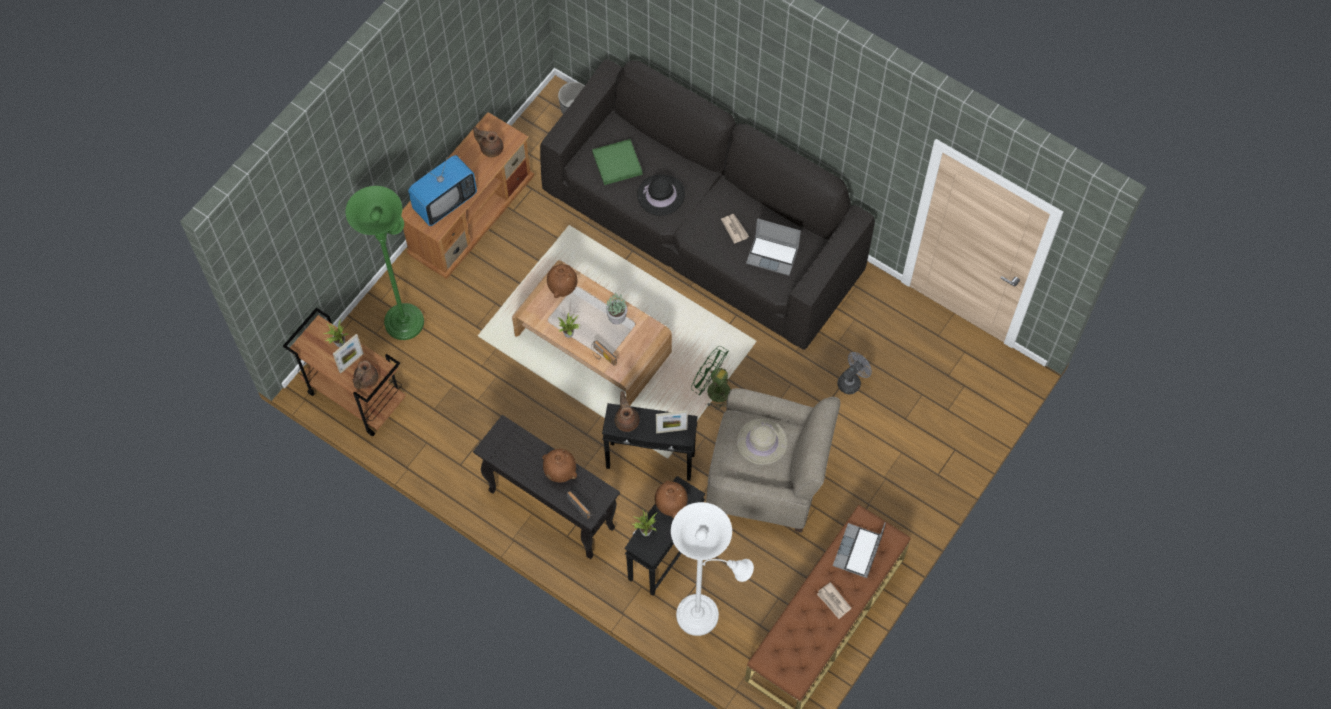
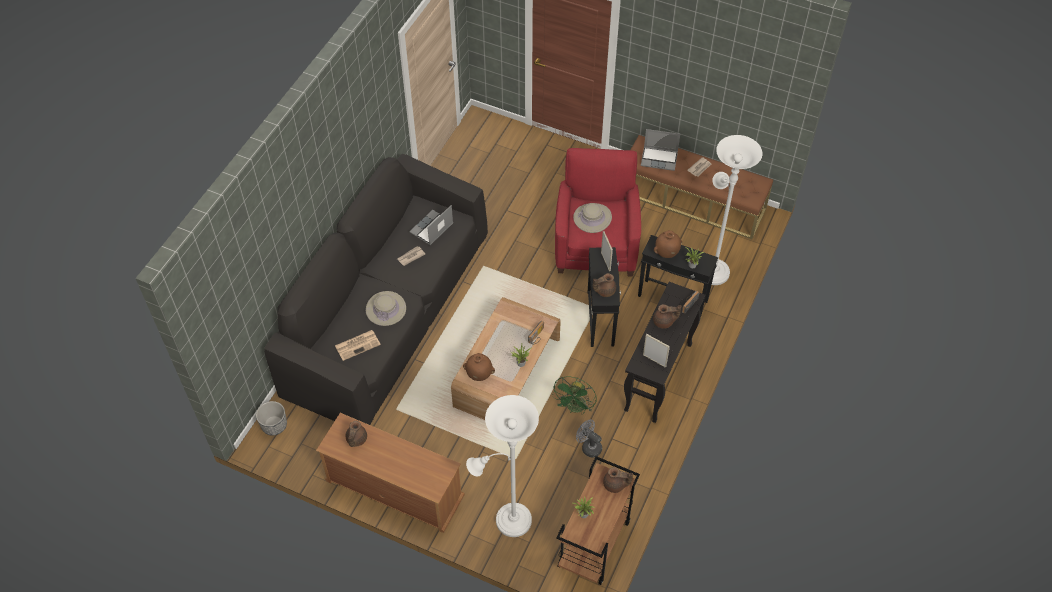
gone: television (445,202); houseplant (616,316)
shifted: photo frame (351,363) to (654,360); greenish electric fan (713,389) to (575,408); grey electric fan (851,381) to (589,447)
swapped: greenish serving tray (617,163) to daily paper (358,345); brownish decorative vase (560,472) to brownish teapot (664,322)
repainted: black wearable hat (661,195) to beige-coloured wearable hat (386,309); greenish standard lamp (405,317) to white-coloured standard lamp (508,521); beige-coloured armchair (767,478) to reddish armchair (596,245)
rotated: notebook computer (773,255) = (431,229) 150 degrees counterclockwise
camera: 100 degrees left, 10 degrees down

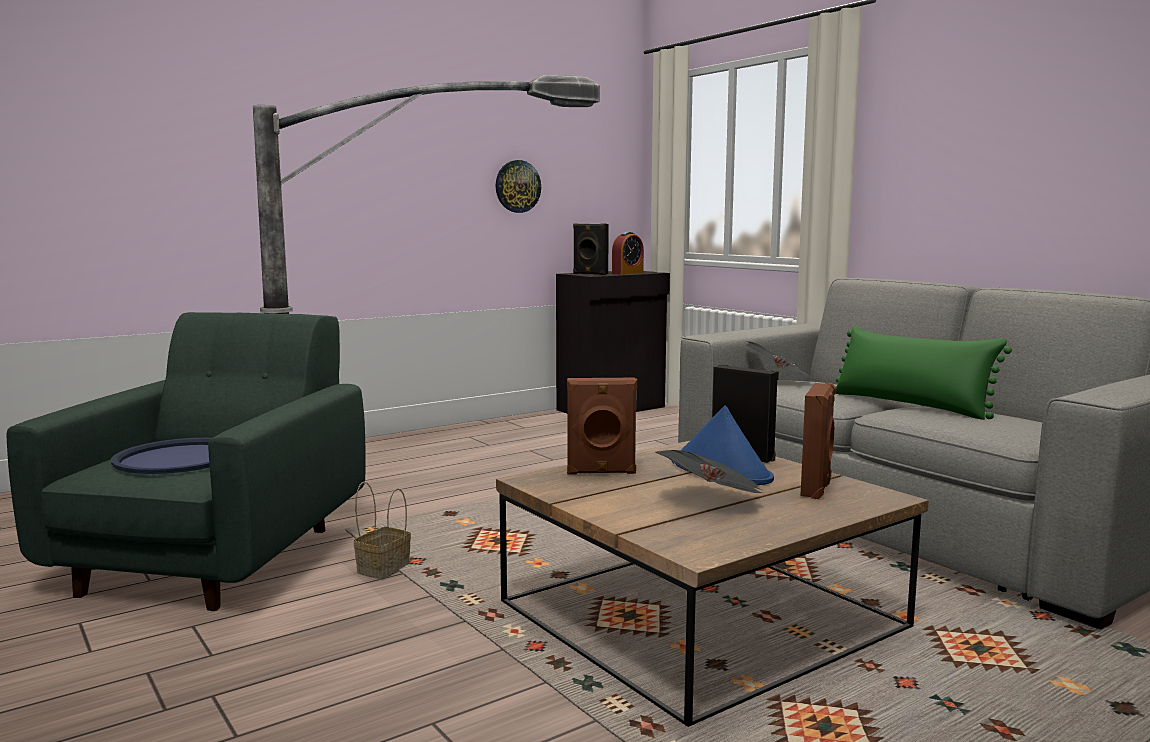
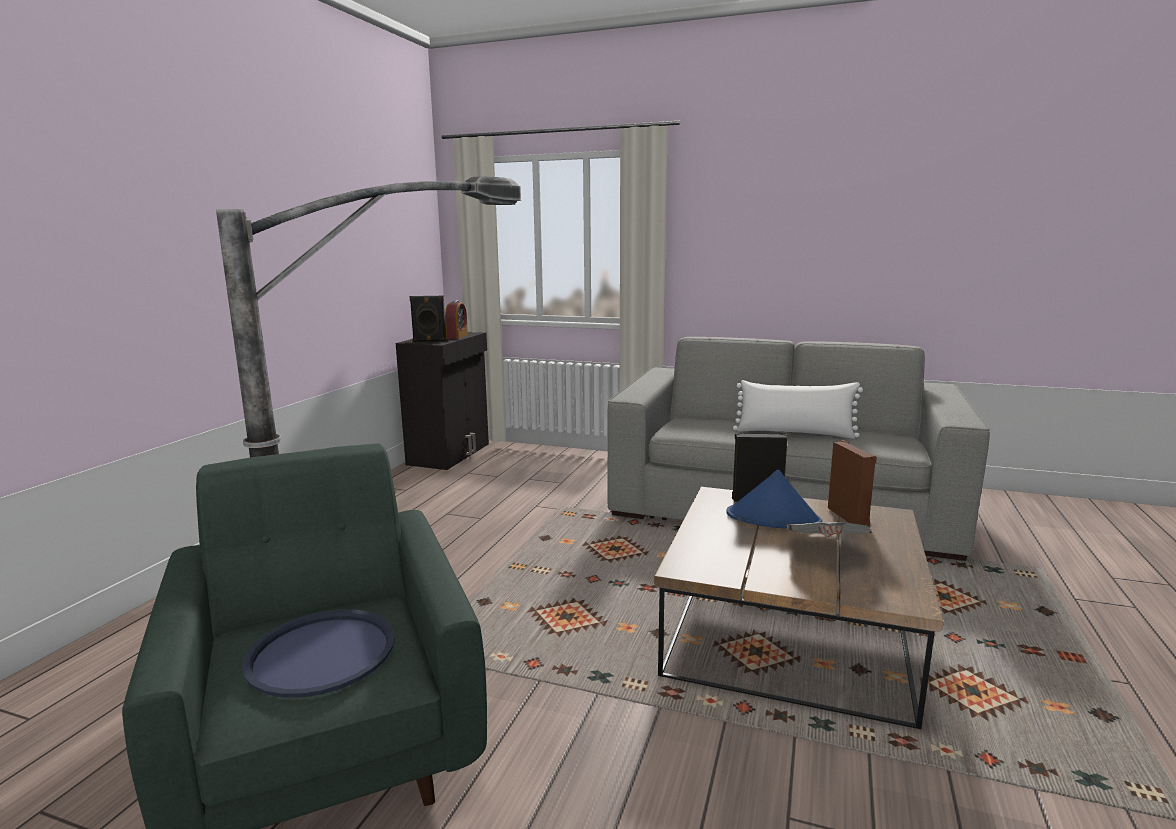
gone: hanging clock (517,186); daily paper (782,382); brownish loudspeaker (601,472); basket (384,568)
repainted: greenish cushion (910,405) to white-coloured cushion (795,433)
camera: 35 degrees left, 5 degrees up

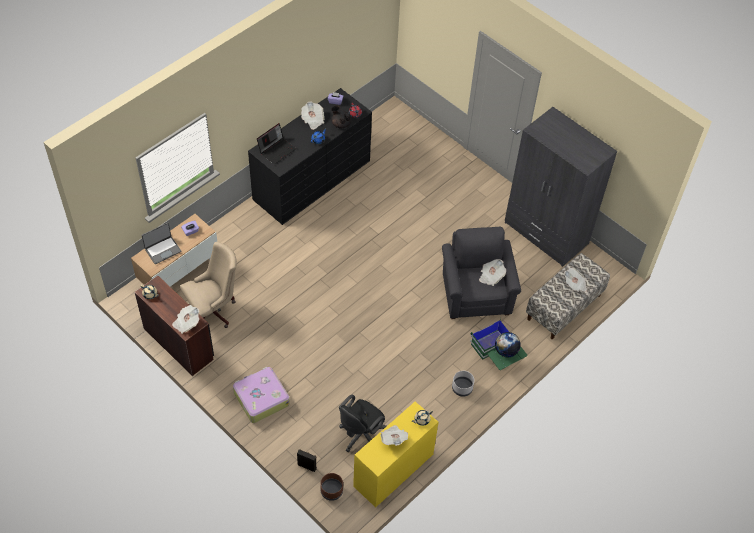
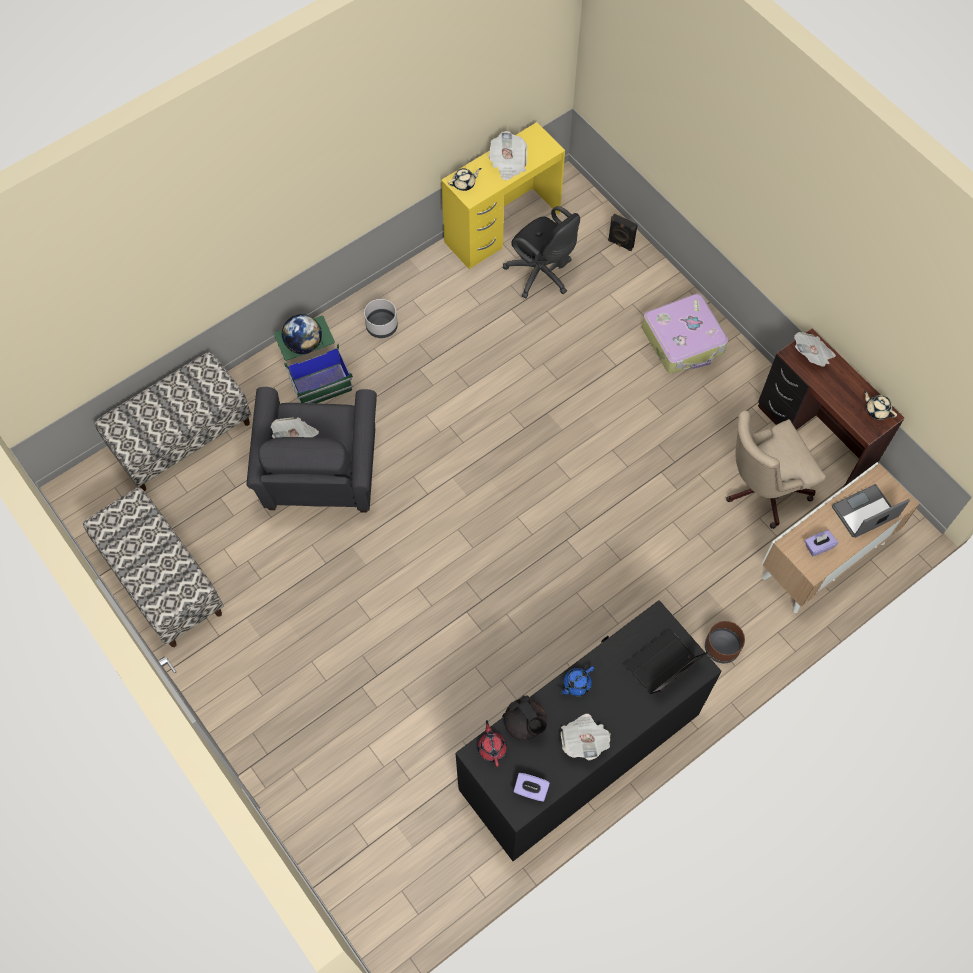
gone: daily paper (574,284)
shifted: brownish flower pot (331,491) to (722,647)
swapped: grey armoire (546,233) to indoor bench (162,581)
rotated: black office chair (360,436) = (542,275) 90 degrees clockwise
camera: 170 degrees left, 10 degrees up

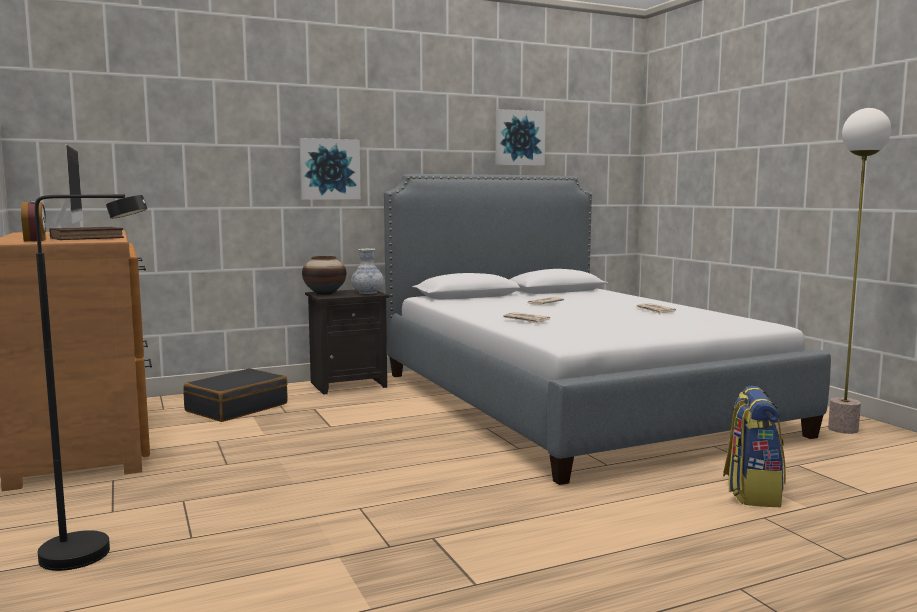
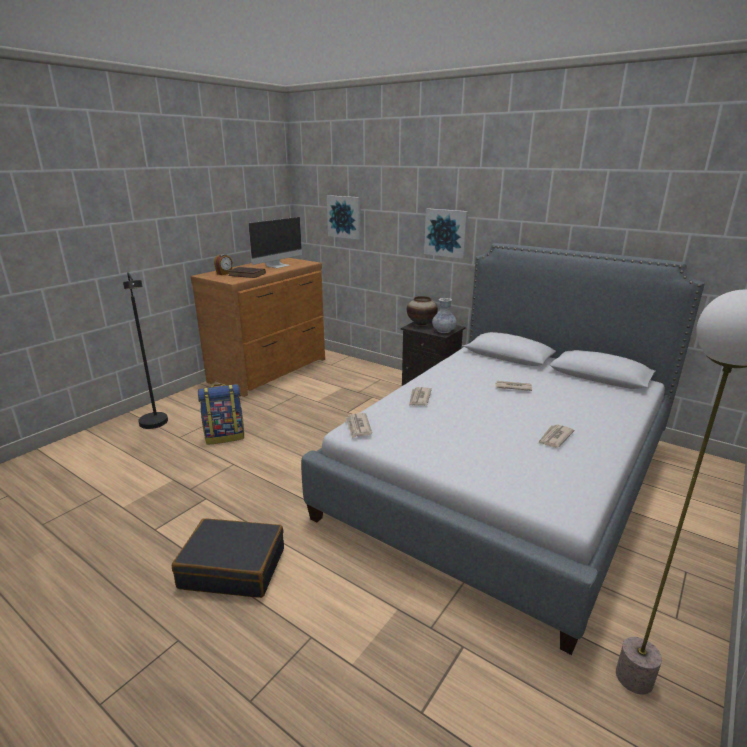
new: daily paper (358,427)
shifted: picture (519,138) to (344,217); black suitcase (236,407) to (233,567); rucksack (751,493) to (225,436)
camera: 60 degrees right, 15 degrees up

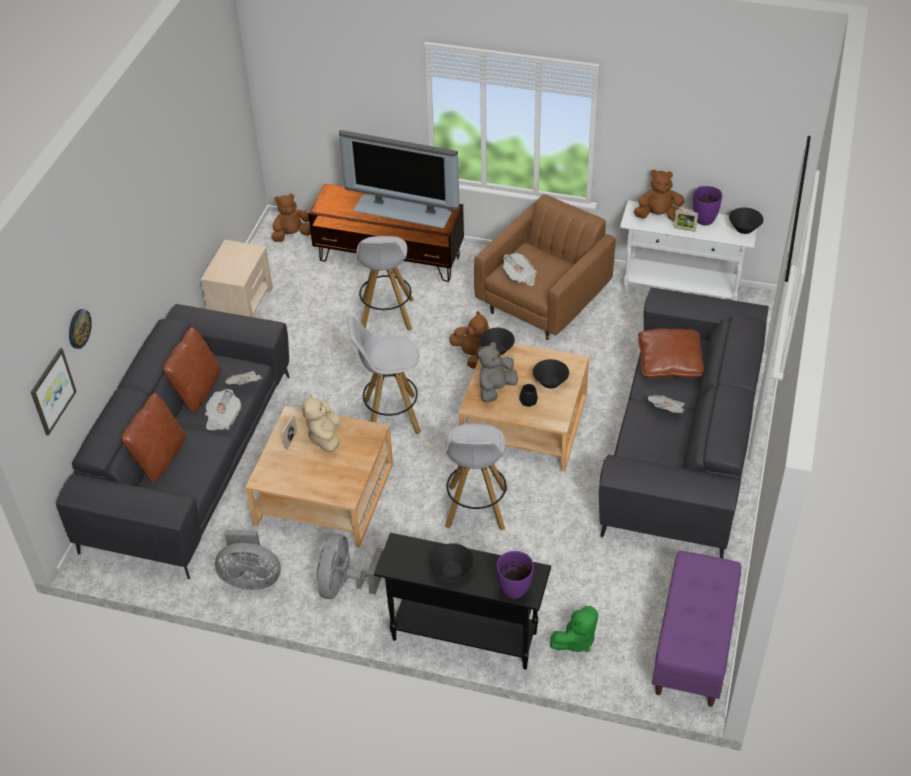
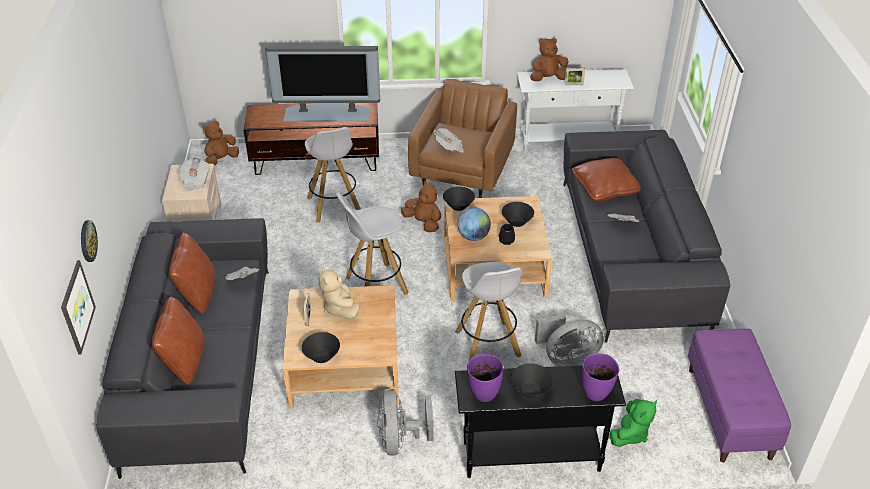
shifted: purple decorative vase (704,220) to (484,394); black serving bowl (744,229) to (322,356); daily paper (222,418) to (195,181); grey electric fan (251,578) to (567,358)
swapped: grey soft toy (496,389) to desk globe (473,236)
camera: 20 degrees left, 5 degrees down

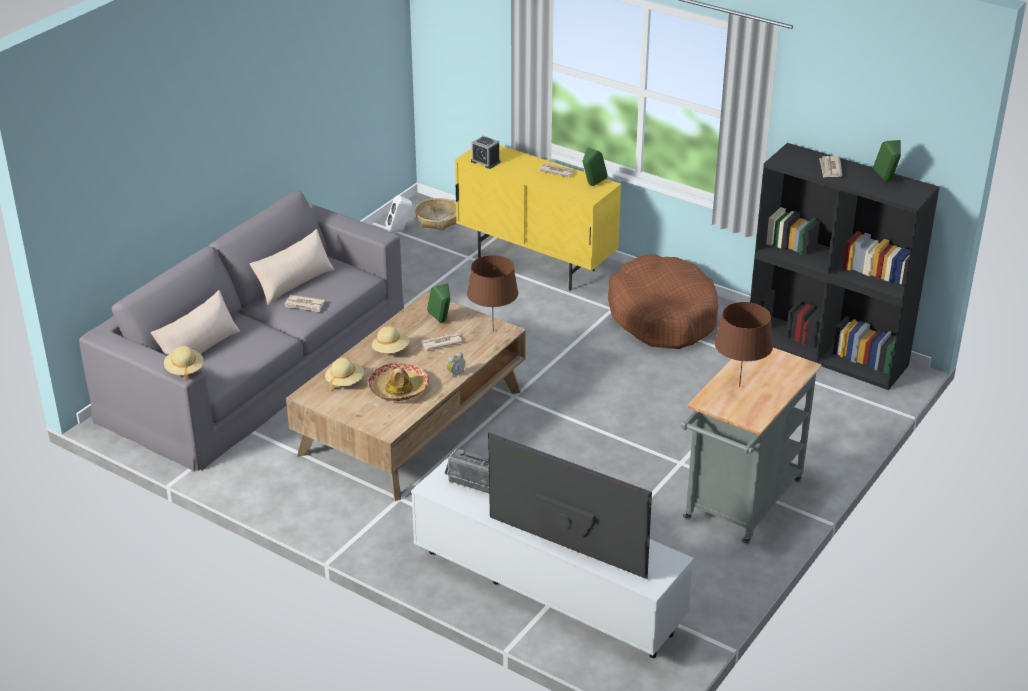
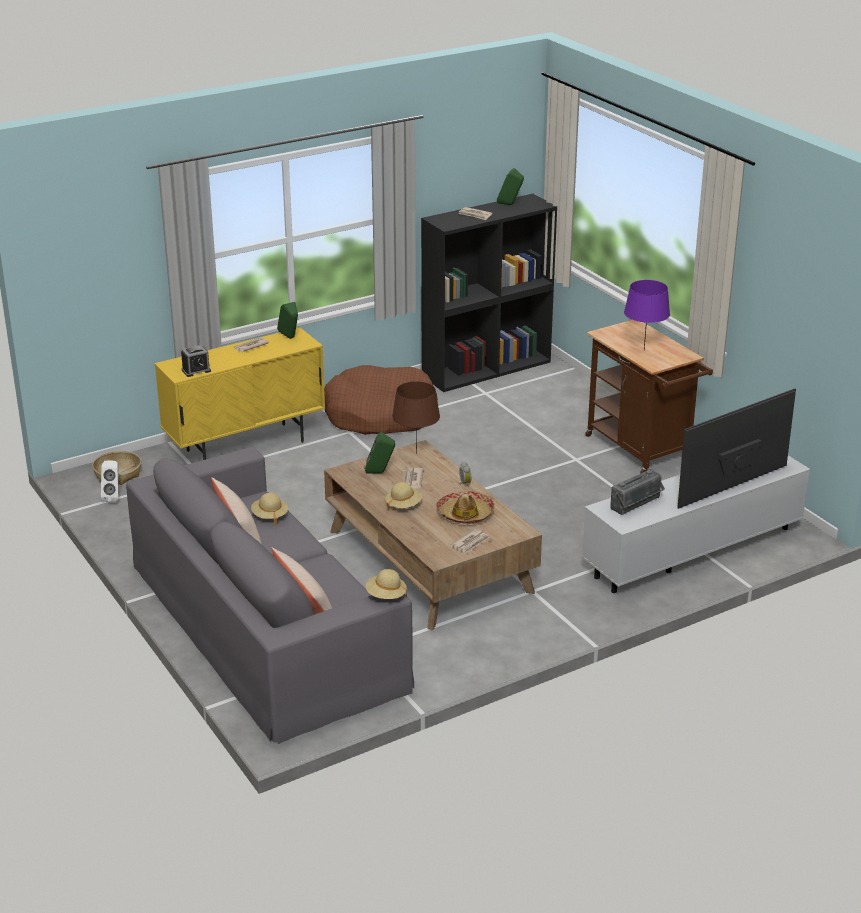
shifted: daily paper (304,305) to (471,543); beige-coloured wearable hat (345,381) to (270,516)
repainted: brownish table lamp (739,386) to purple table lamp (643,350); grey wheeled cart (739,505) to brownish wheeled cart (641,451)
camera: 65 degrees left, 5 degrees down

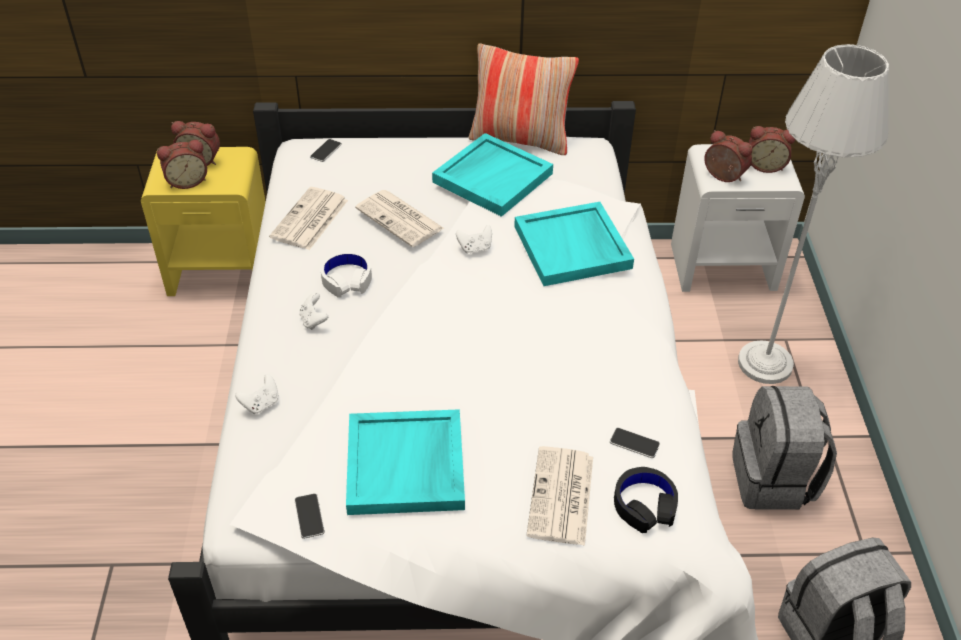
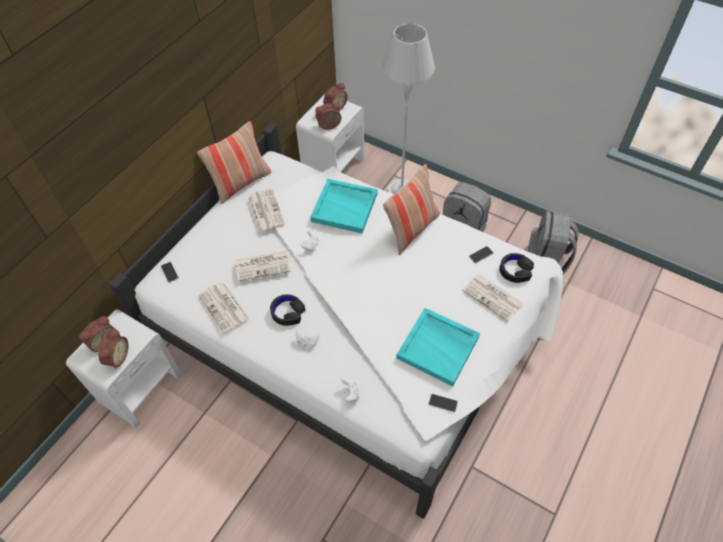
new: cushion (411,230)
swapped: blue-green serving tray (492,177) to daily paper (265,210)
repainted: yellow nightstand (222,270) to white-coloured nightstand (141,387); white-coloured headphones (347,279) to black headphones (287,312)
camera: 55 degrees left, 10 degrees up

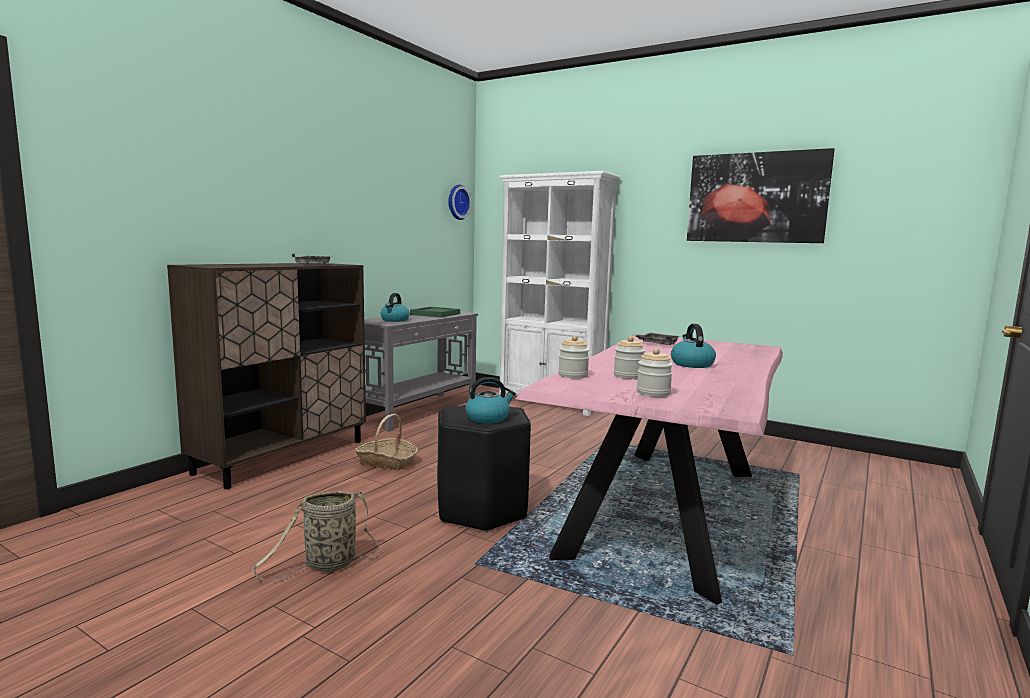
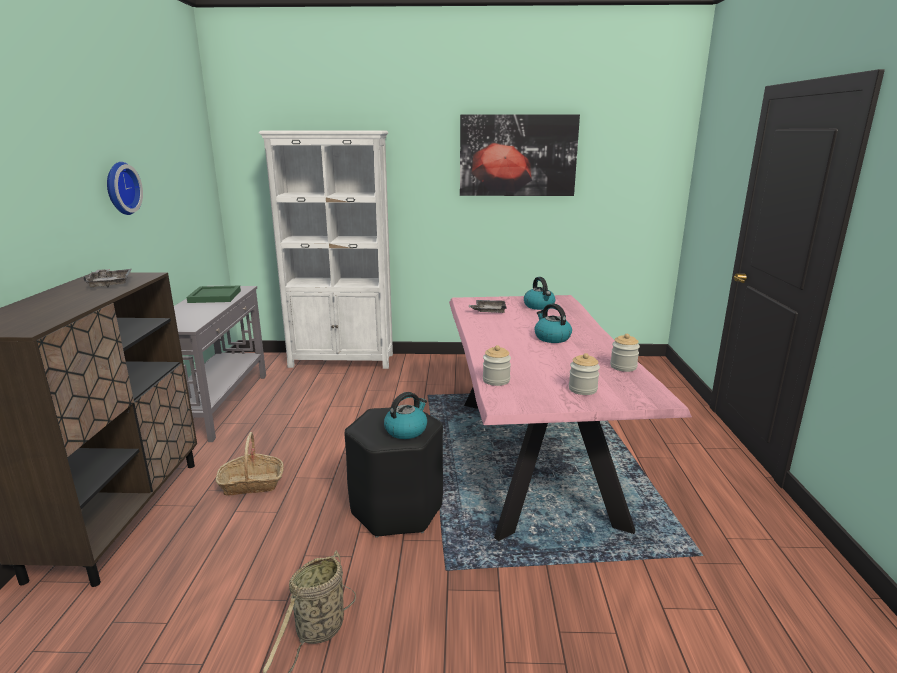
shifted: hanging clock (457,202) to (120,188); tea kettle (395,320) to (539,306); preserve jar (628,376) to (623,367)
camera: 30 degrees left, 10 degrees up

